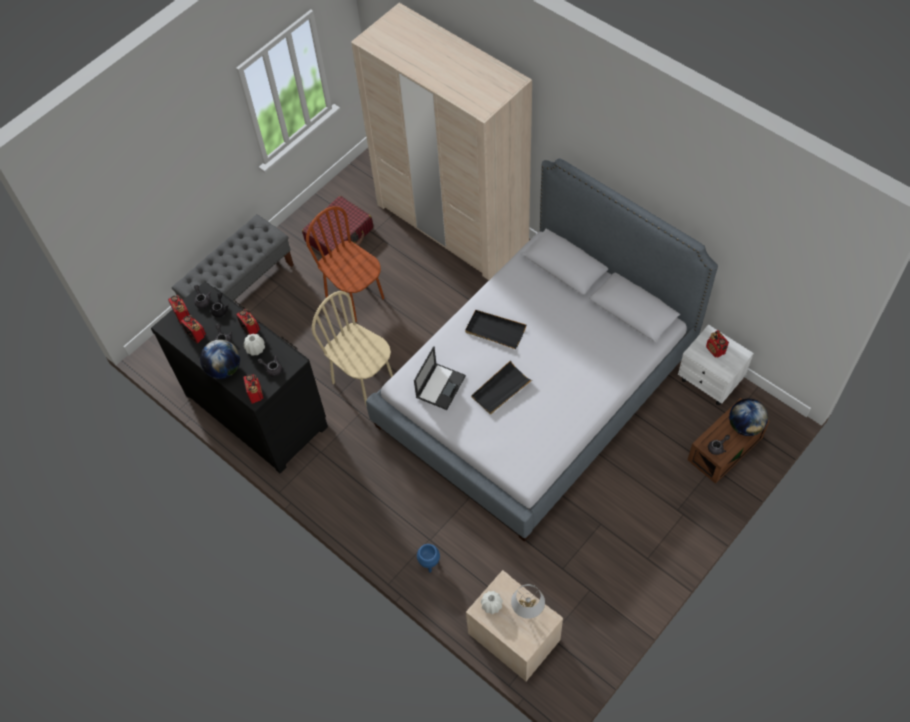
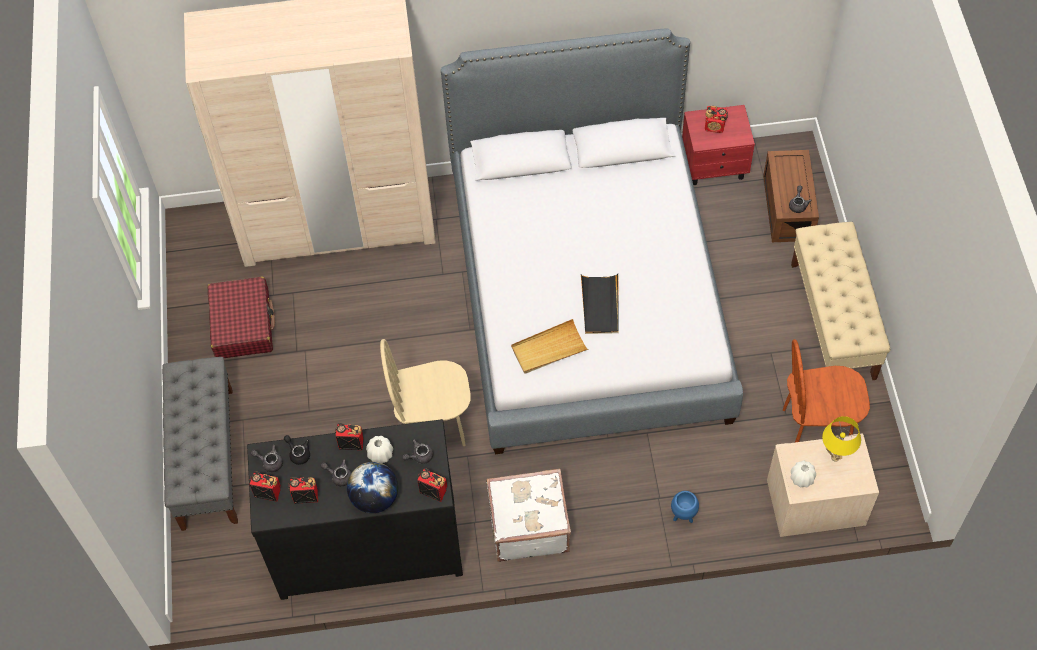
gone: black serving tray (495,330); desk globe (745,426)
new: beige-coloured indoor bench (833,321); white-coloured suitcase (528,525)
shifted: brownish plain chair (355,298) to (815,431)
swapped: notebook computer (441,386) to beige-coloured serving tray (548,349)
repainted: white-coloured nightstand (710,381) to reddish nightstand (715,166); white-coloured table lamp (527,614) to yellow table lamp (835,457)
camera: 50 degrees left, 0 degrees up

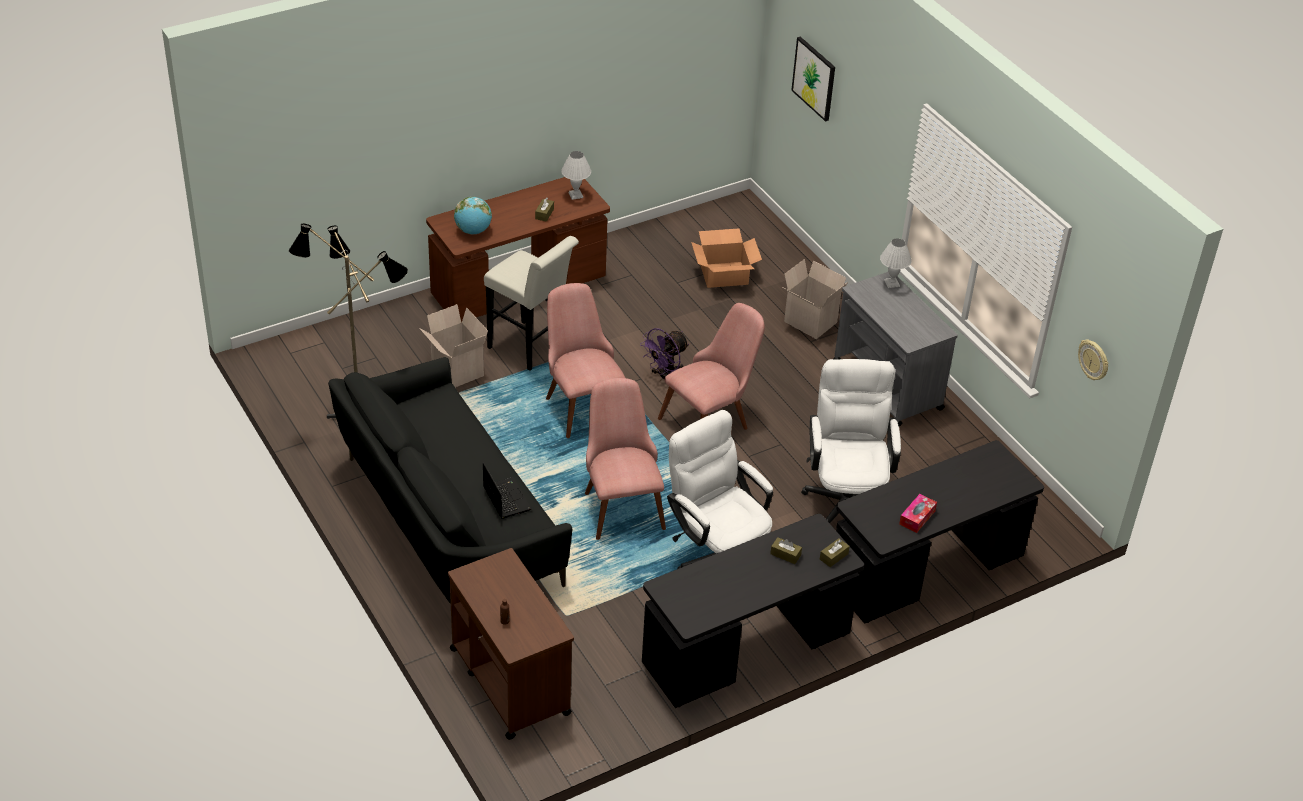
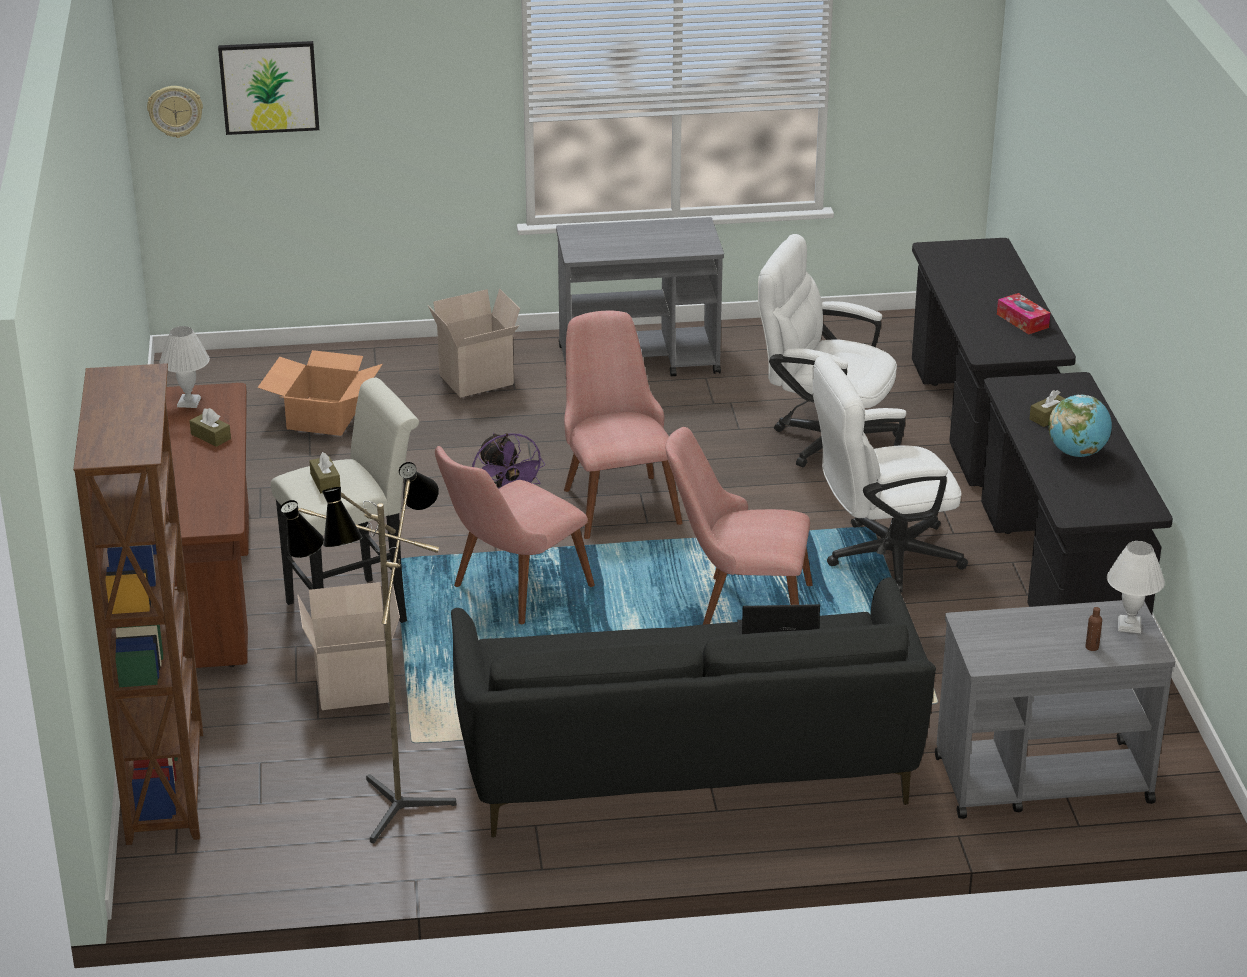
new: brownish bookcase (167,786)
shifted: desk globe (473,231) to (1077,453); white-coloured table lamp (892,283) to (1130,625); hanging clock (1094,360) to (175,111); brownish tissue holder (833,556) to (325,482)
repainted: brownish wheeled cart (509,680) to grey wheeled cart (1041,779)
rotated: pinkish plain chair (581,403) = (510,593) 45 degrees counterclockwise
camera: 65 degrees left, 10 degrees down

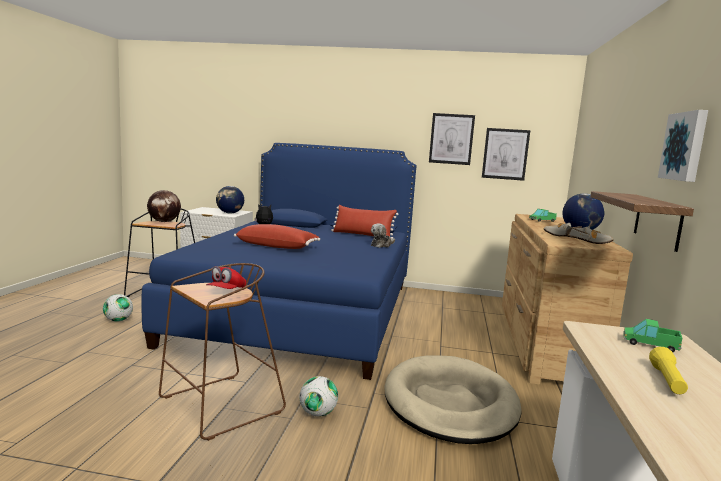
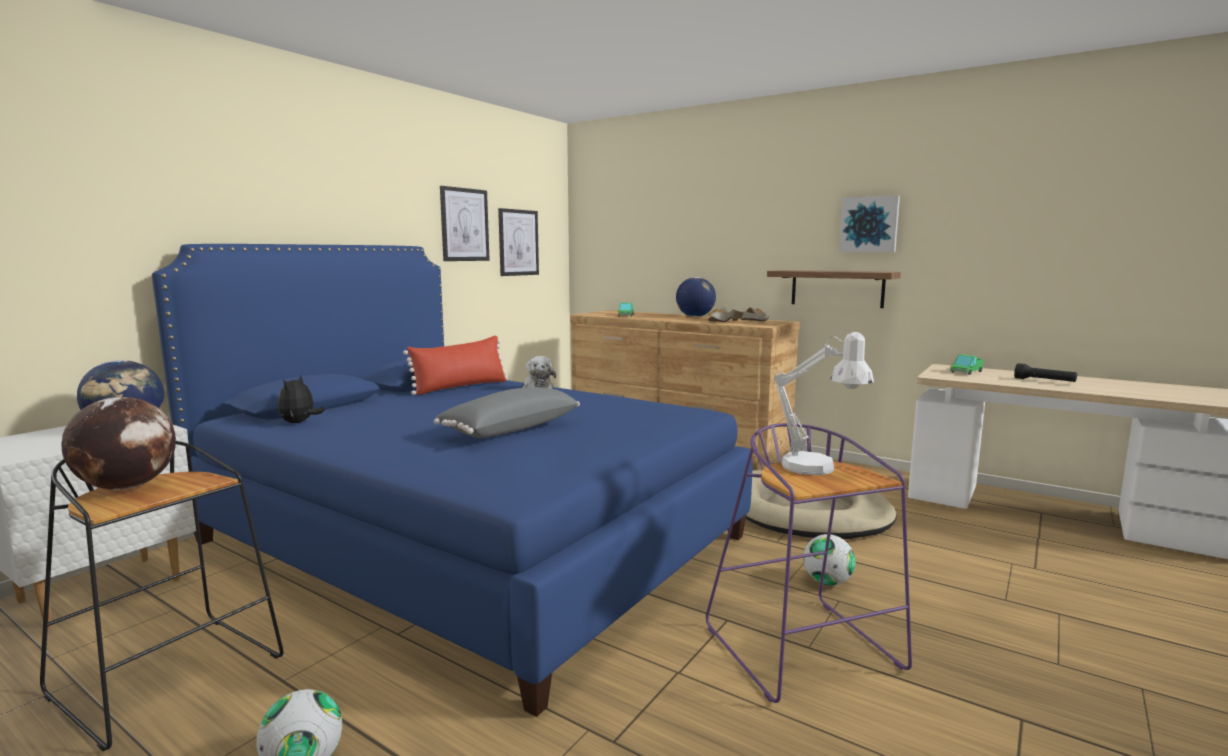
swapped: reddish peaked cap (226,291) to white-coloured table lamp (818,469)
repainted: reddish cushion (277,246) to grey cushion (509,429); brownish sitting stool (220,406) to purple sitting stool (805,650); yellow hand torch (667,381) to black hand torch (1044,381)
camera: 65 degrees left, 0 degrees up

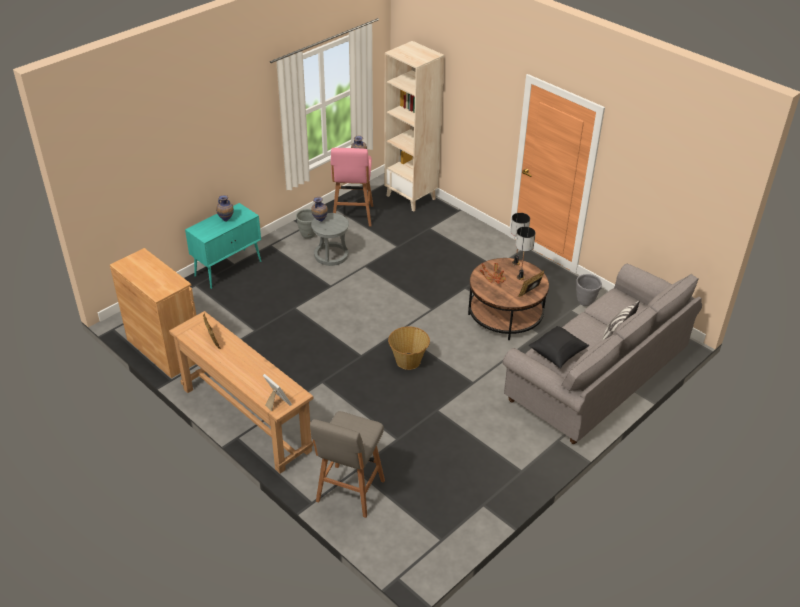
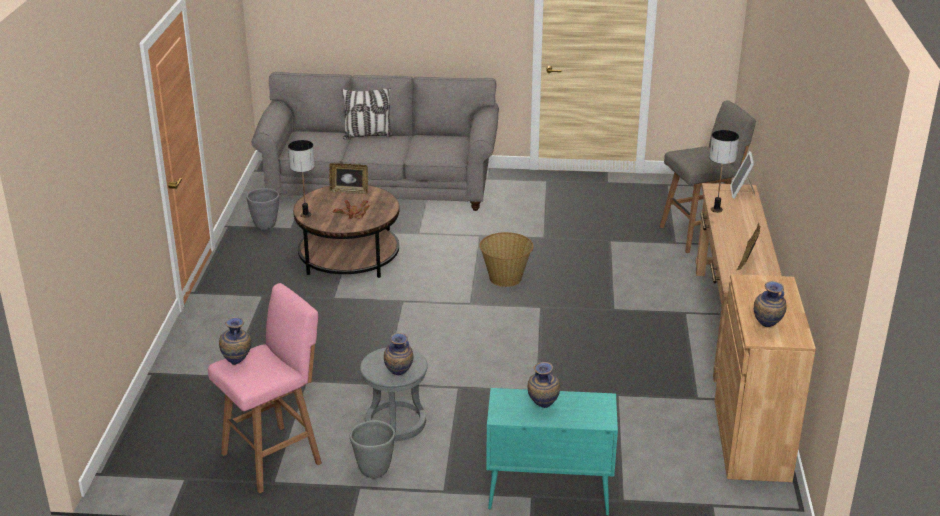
gone: beige-coloured bookcase (411,197); black cushion (557,355)
new: decorative vase (766,328)
shifted: table lamp (520,277) to (716,210)
camera: 130 degrees left, 10 degrees down

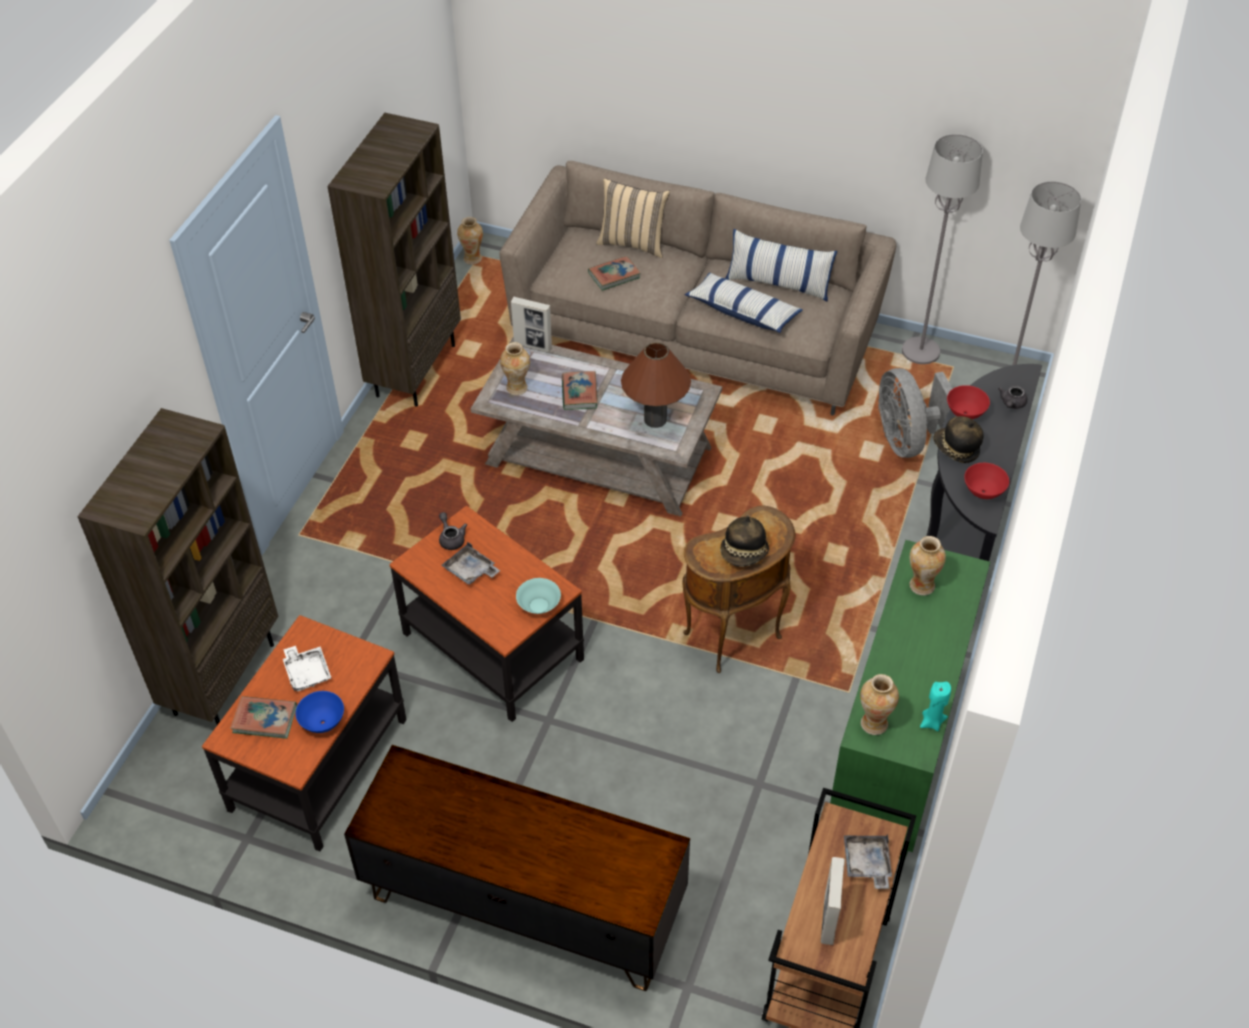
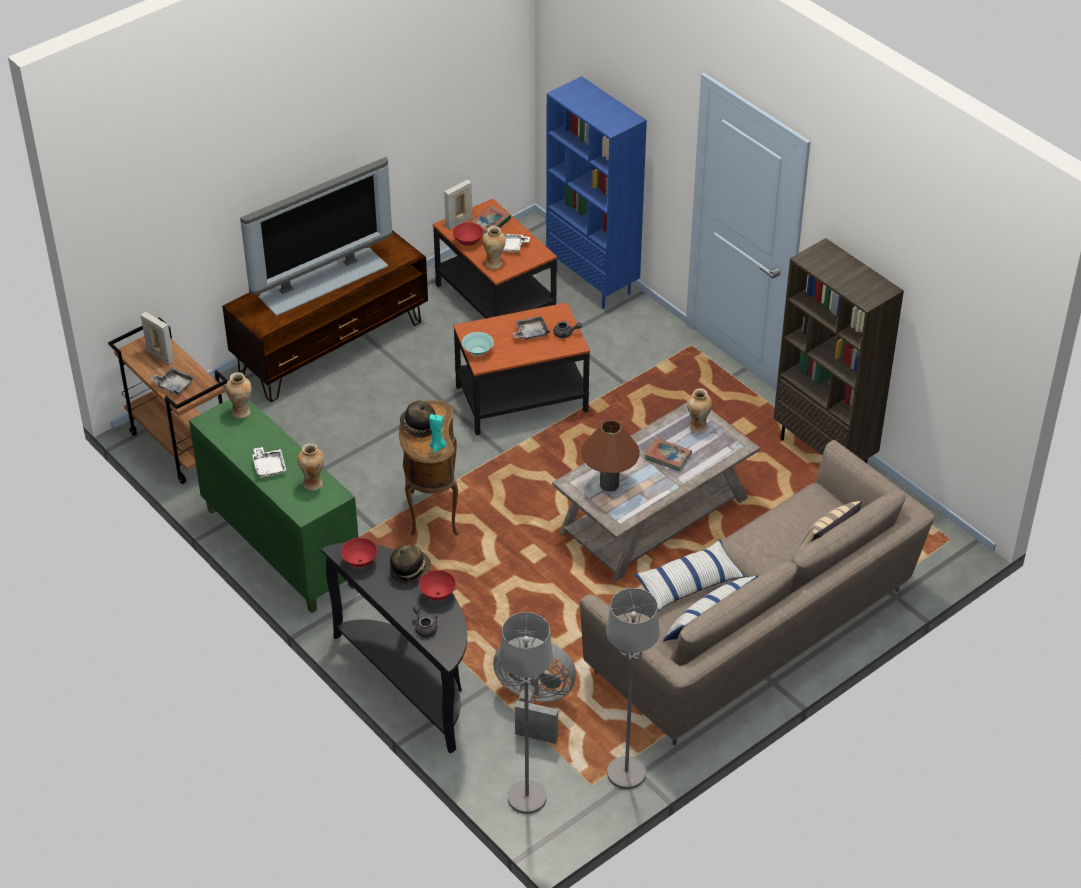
gone: bound book (614,275)
new: television (321,279); white-coloured serving tray (269,466)
shifted: decorative vase (472,258) to (494,264); photo frame (533,346) to (459,222); blue-green candle (932,722) to (437,447)
repainted: brownish bookcase (223,677) to blue-coloured bookcase (593,282); blue-coloured serving bowl (323,722) to reddish serving bowl (468,243)
camera: 120 degrees right, 5 degrees down

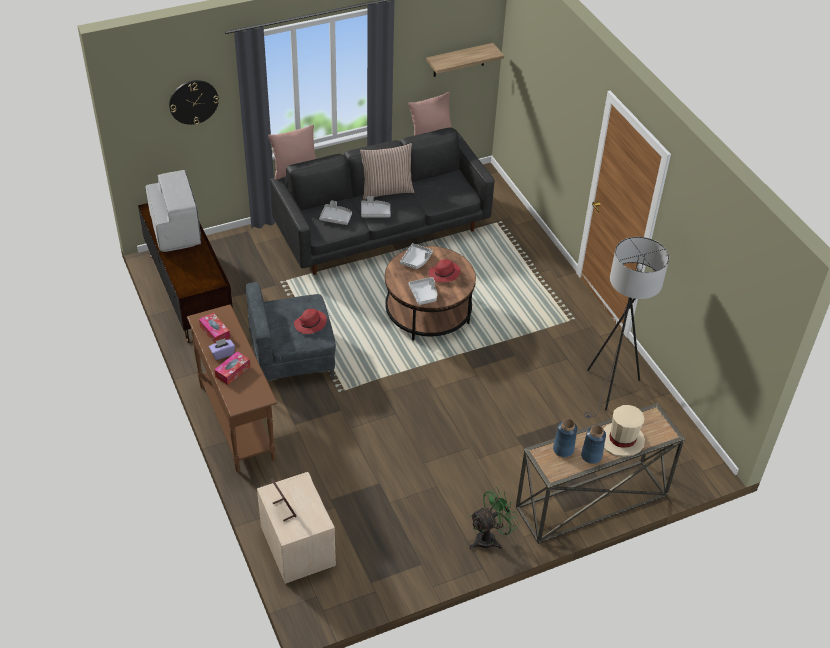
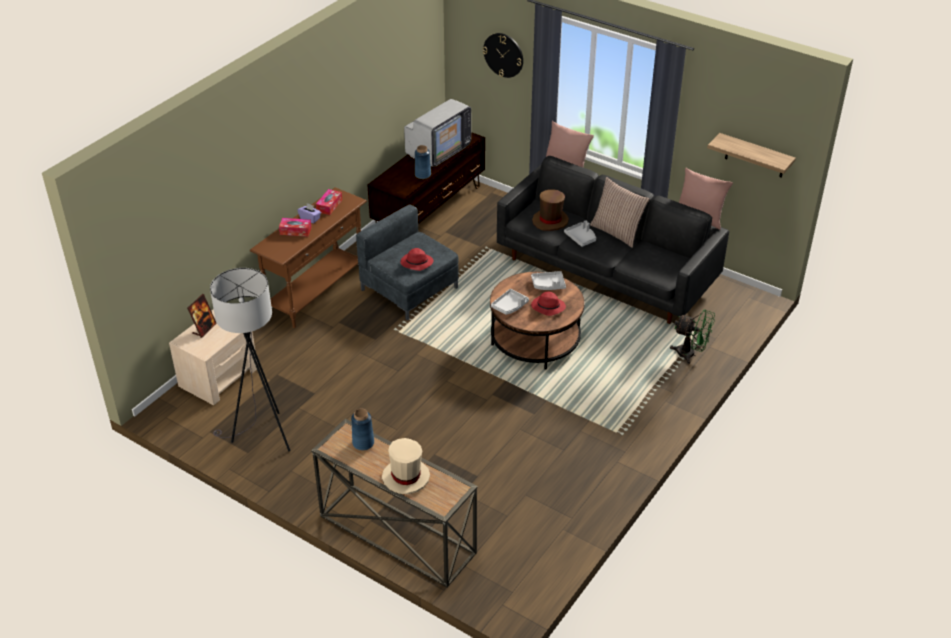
shifted: grey standard lamp (610,390) to (261,437); blue-coloured decorative vase (591,456) to (422,175); greenish electric fan (490,538) to (690,354)
swapped: grey serving tray (336,218) to brownish wearable hat (550,221)
camera: 60 degrees right, 5 degrees down

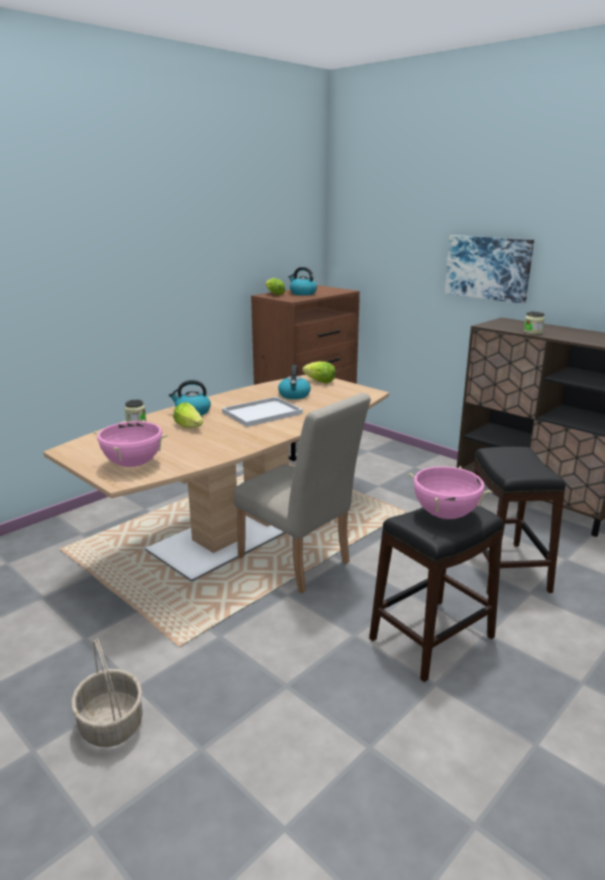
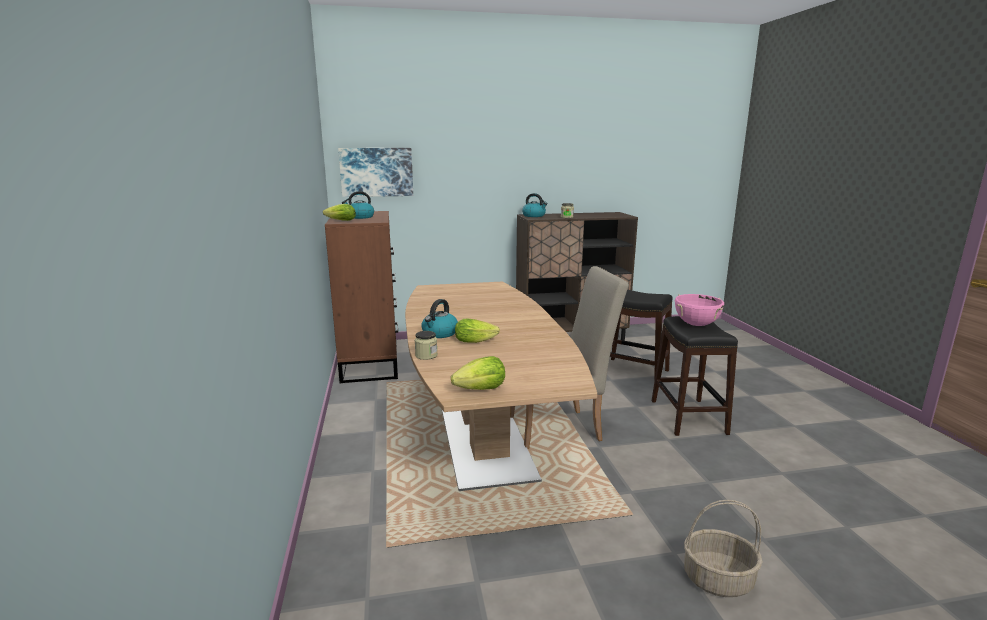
gone: white-coloured serving tray (261,413); pinkish cooking pot (133,464)
shifted: picture (488,268) to (376,172); lettuce (320,382) to (481,390); tea kettle (294,395) to (534,216)
camera: 55 degrees left, 5 degrees down

